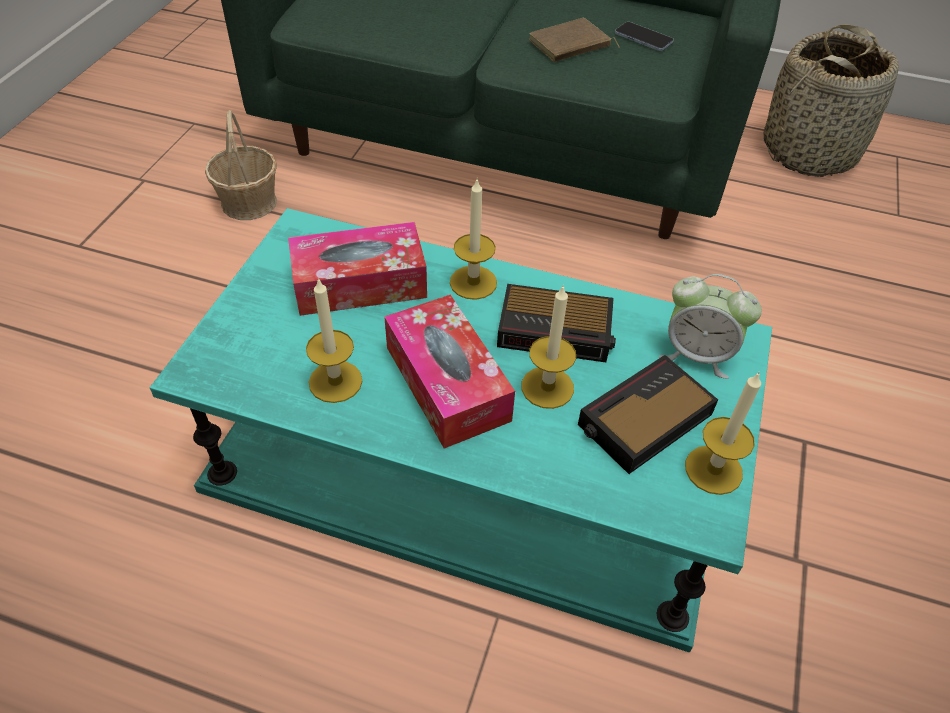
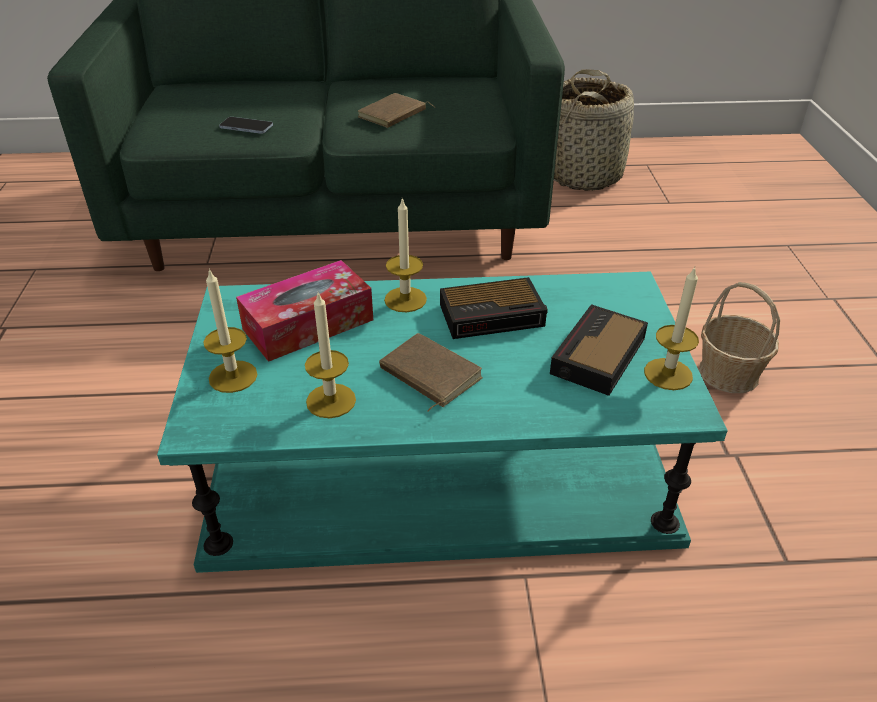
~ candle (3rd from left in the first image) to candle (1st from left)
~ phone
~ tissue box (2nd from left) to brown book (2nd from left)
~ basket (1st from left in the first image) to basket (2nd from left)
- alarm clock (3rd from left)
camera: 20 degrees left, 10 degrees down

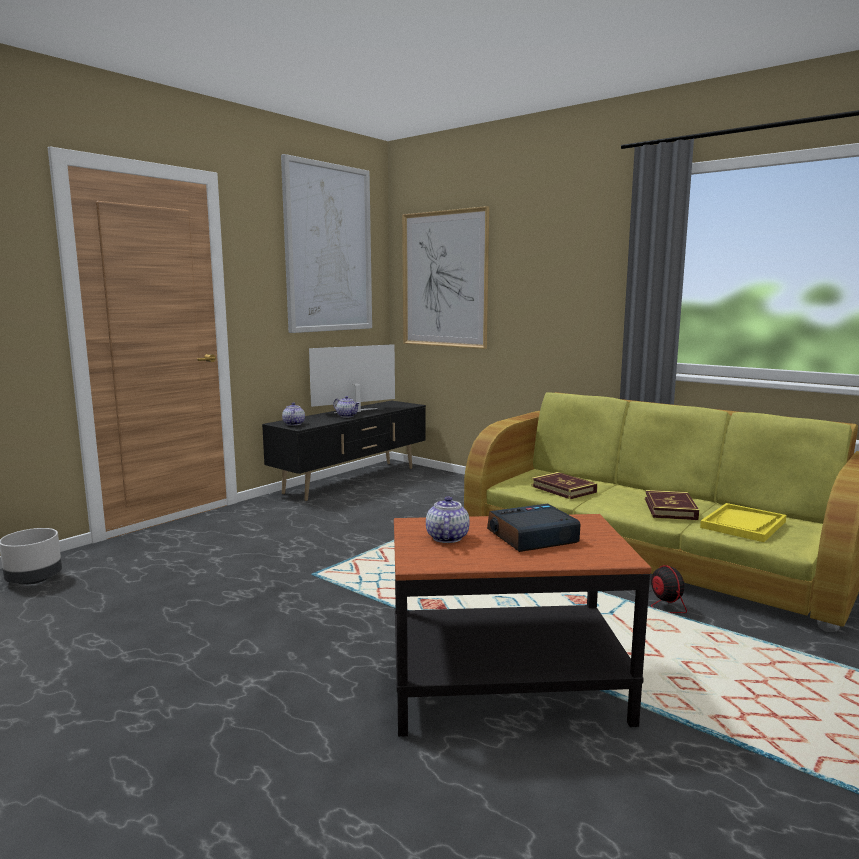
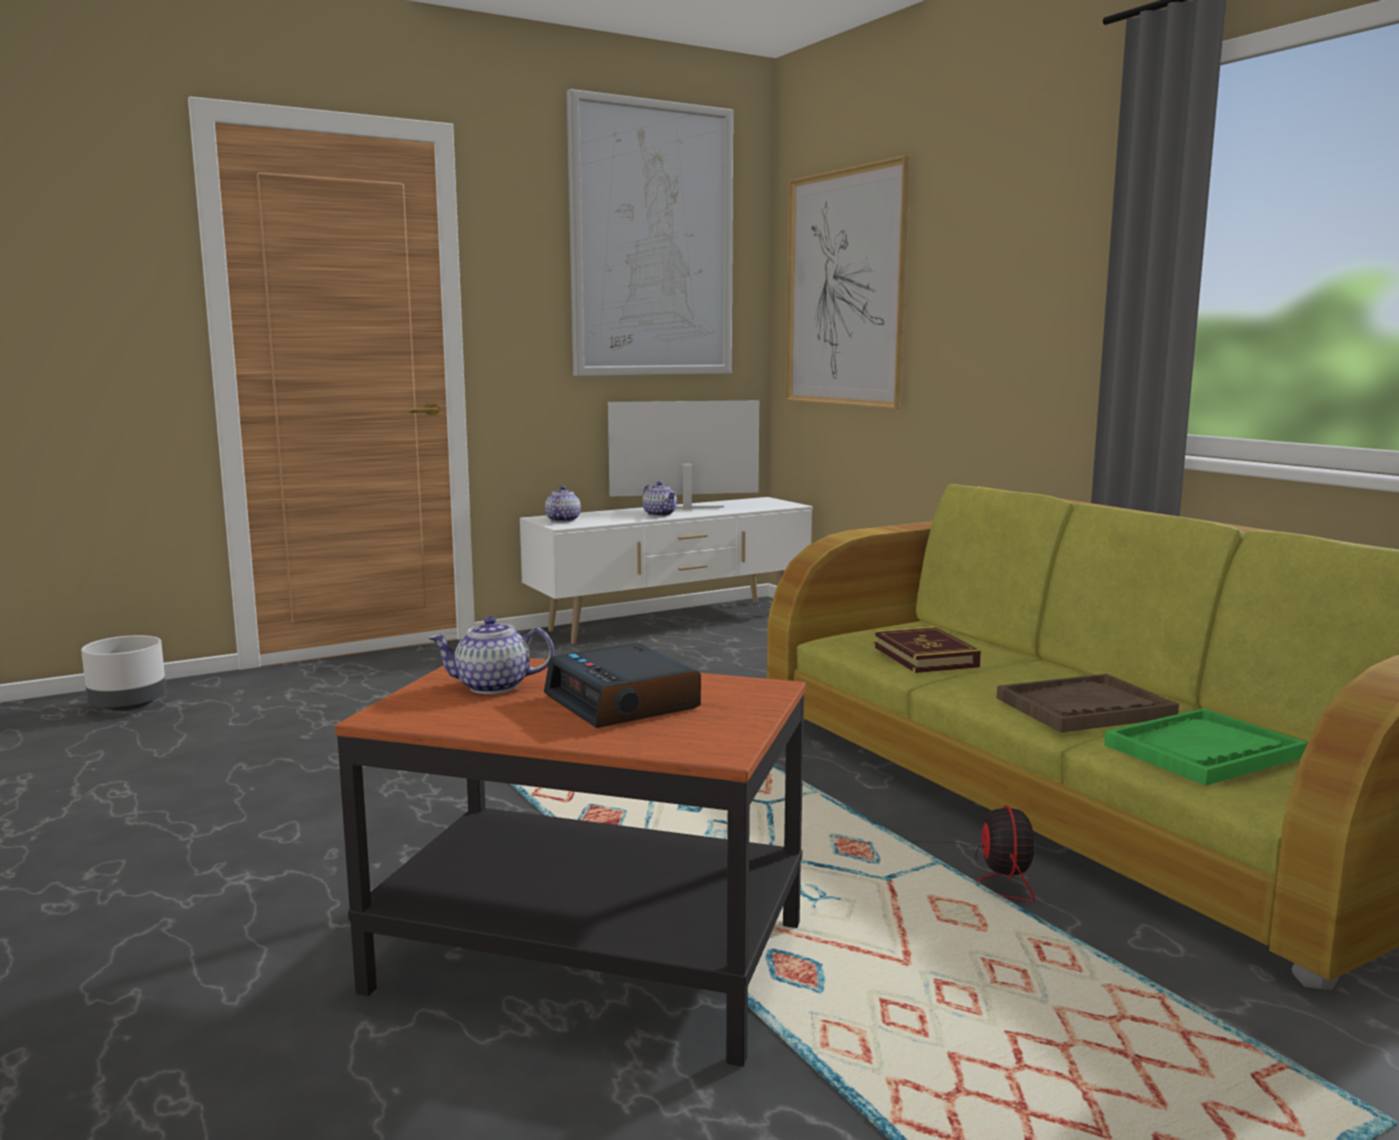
~ teapot (3rd from left in the first image) 120 degrees counterclockwise
~ black tv stand to white tv stand
~ alarm clock 120 degrees counterclockwise
~ book (2nd from left) to brown tray
~ yellow tray to green tray
camera: 20 degrees right, 0 degrees up

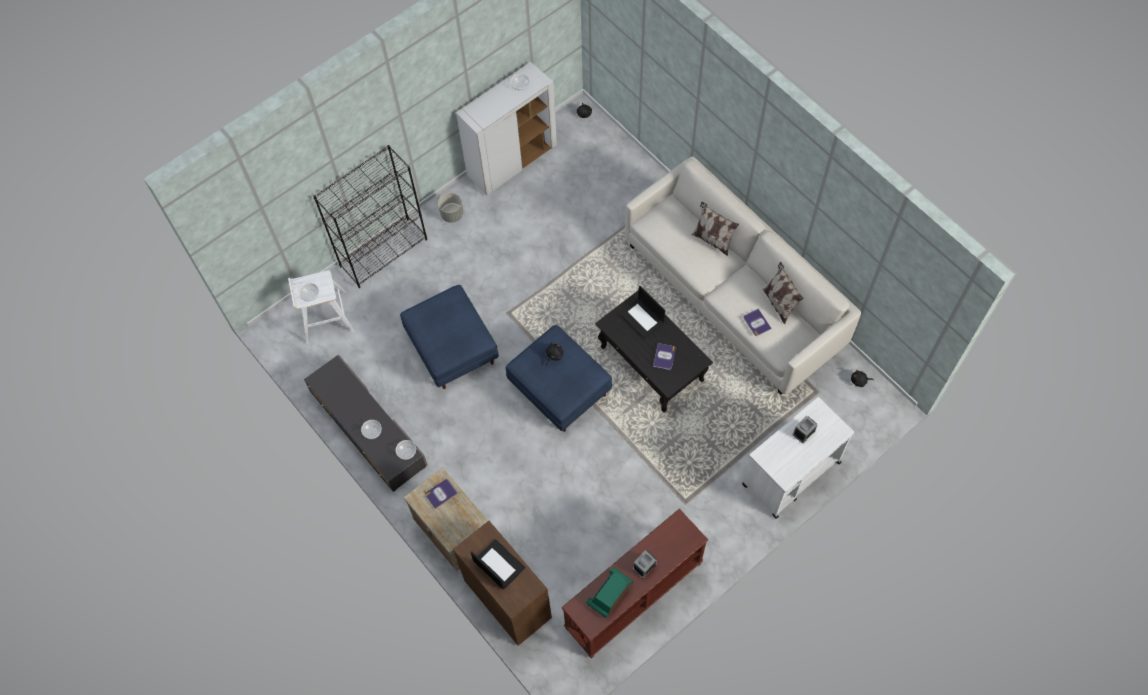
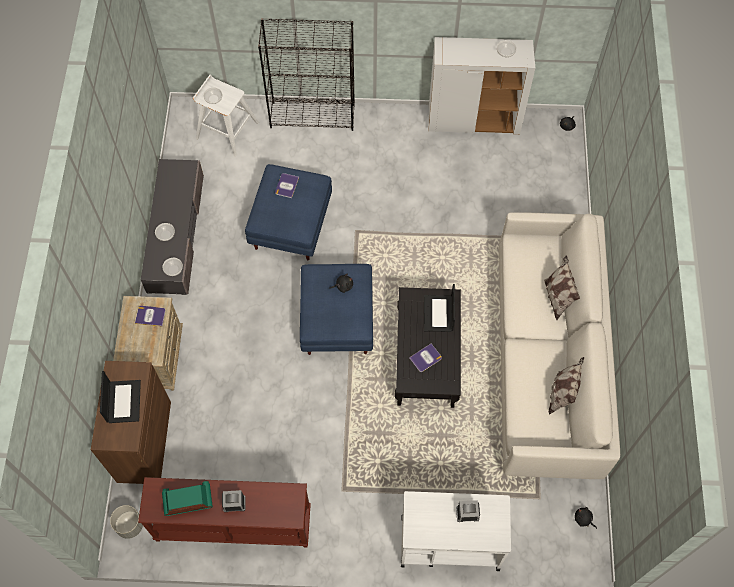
~ grey planter
~ book (3rd from left in the first image) to book (2nd from left)
camera: 40 degrees right, 0 degrees up

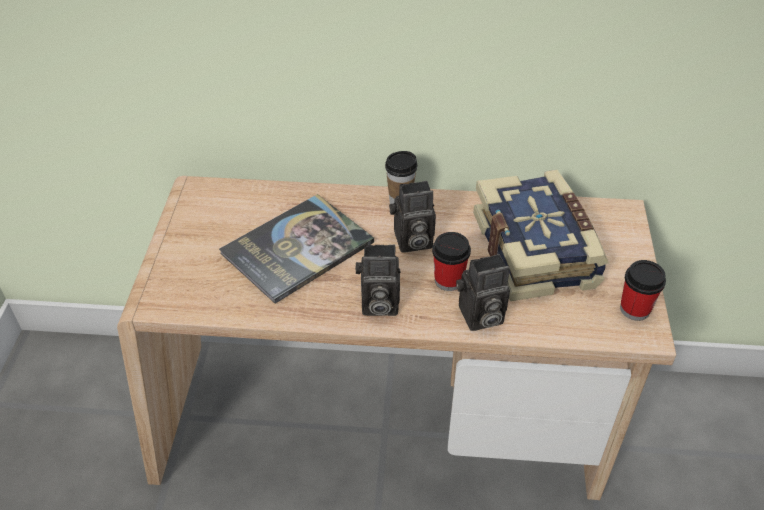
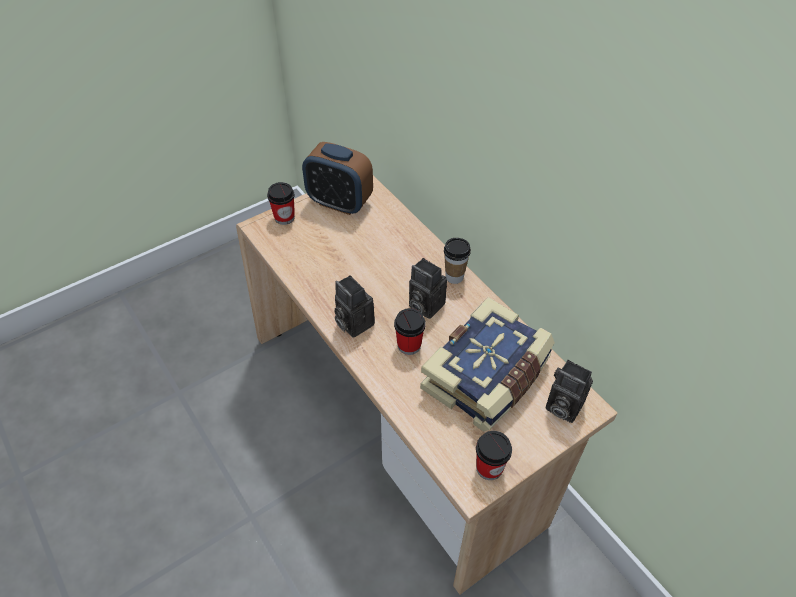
+ cup (1st from left)
+ alarm clock
~ photo camera (3rd from left)
- book (1st from left)
camera: 50 degrees right, 5 degrees up

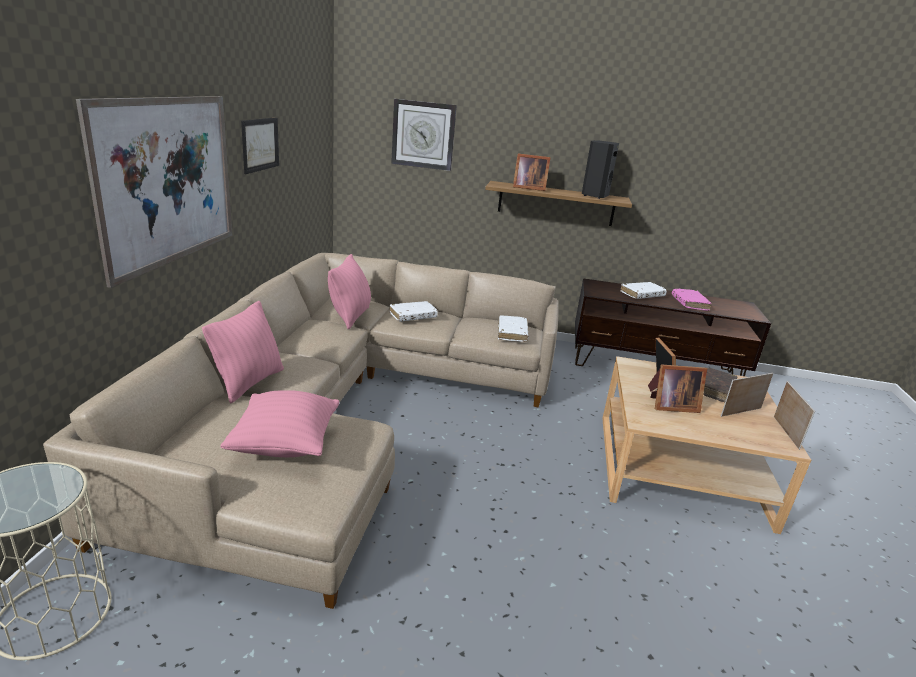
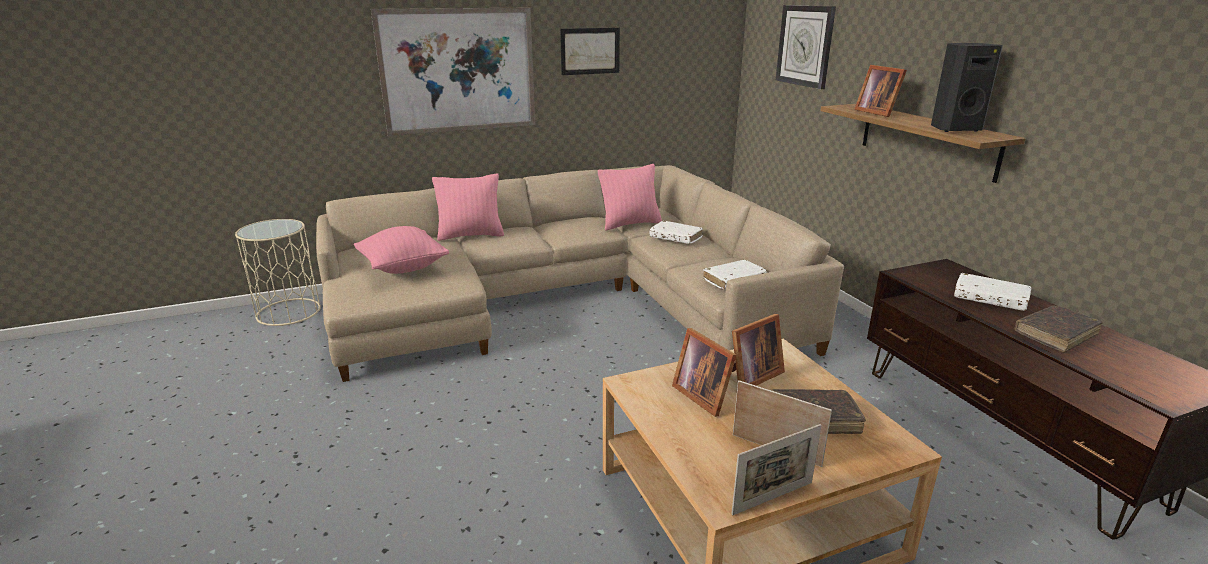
~ pink book to brown book (2nd from left)
camera: 60 degrees right, 0 degrees up

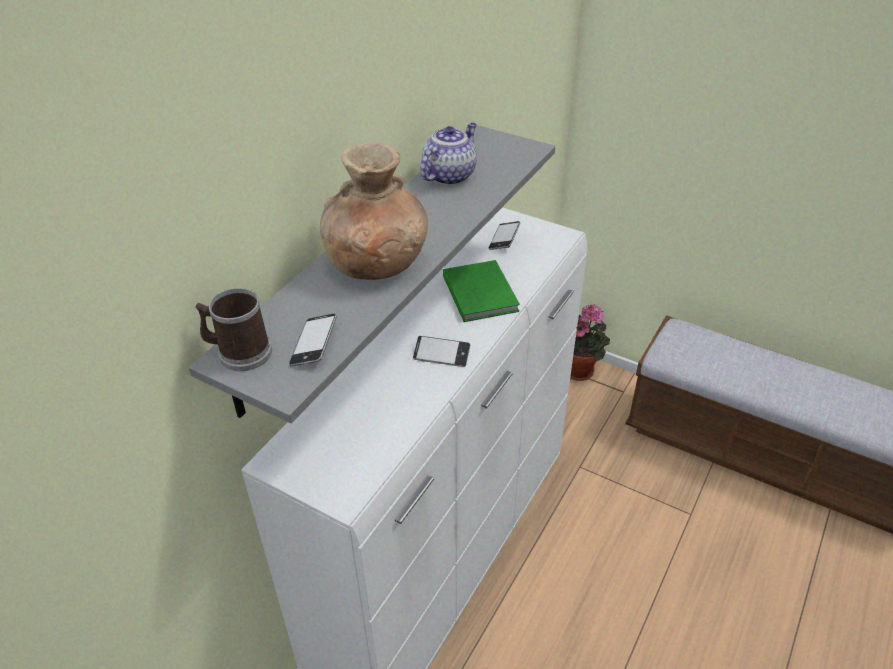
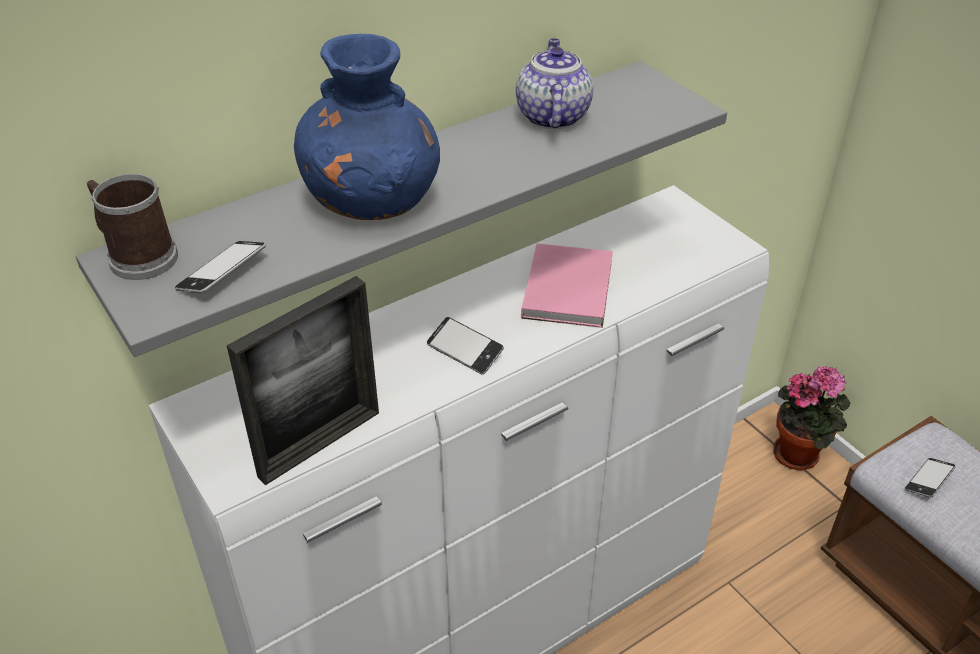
+ picture frame
~ brown vase to blue vase
~ teapot 60 degrees counterclockwise
~ green book to pink book
~ phone (3rd from left)
camera: 25 degrees right, 0 degrees up

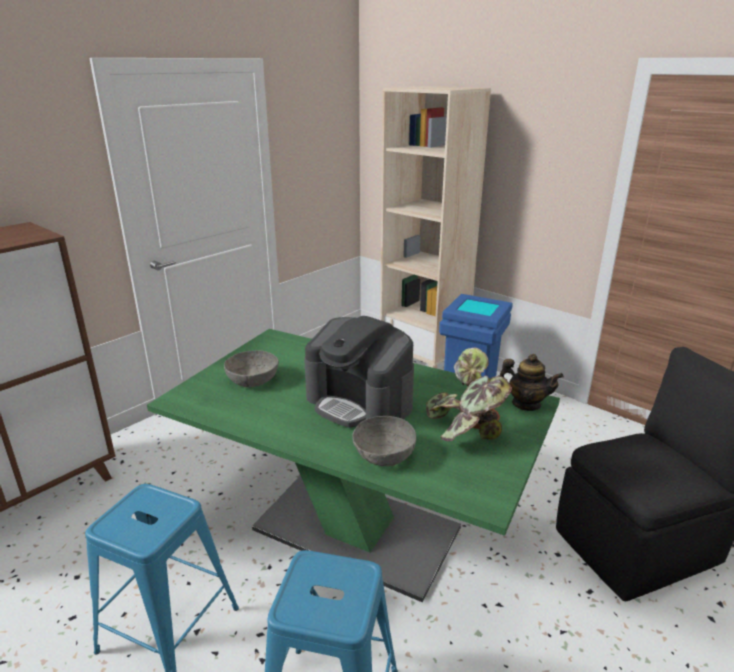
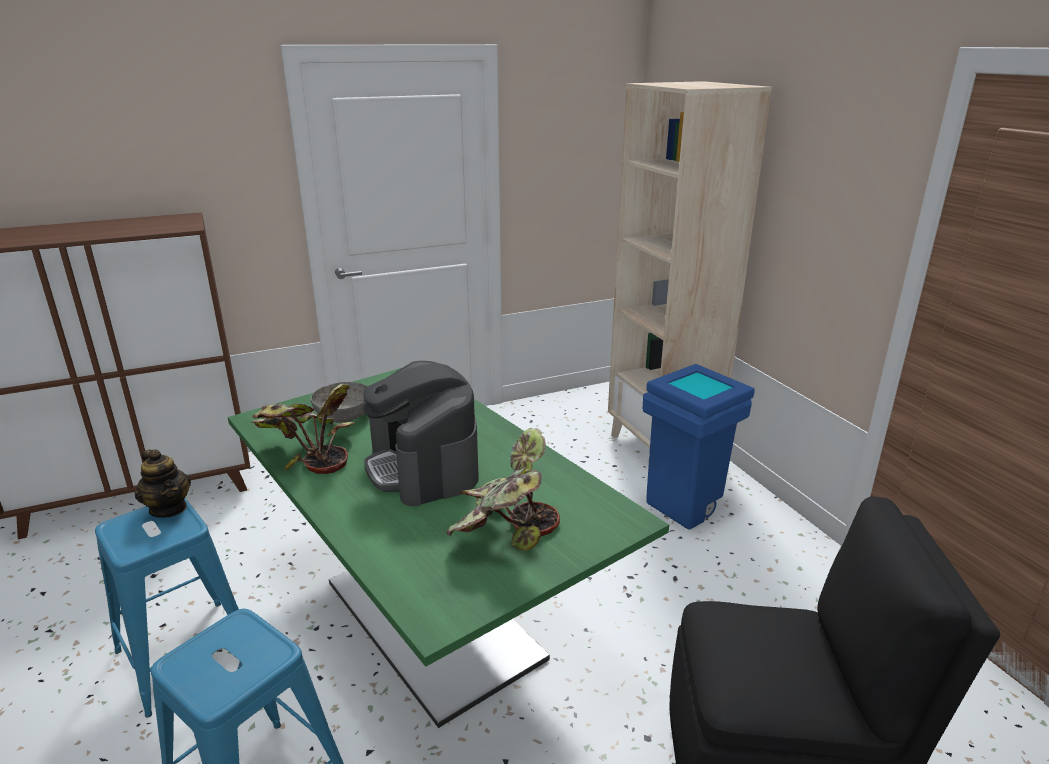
~ teapot
+ potted plant (1st from left)
- grey bowl (2nd from left)
camera: 25 degrees right, 0 degrees up

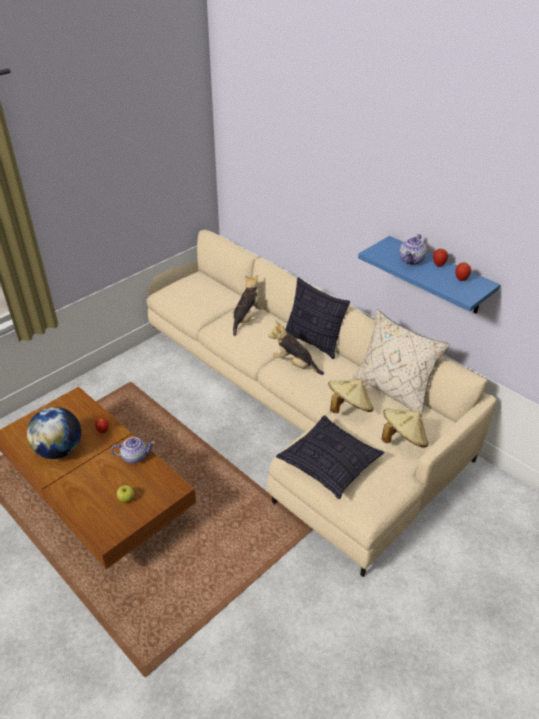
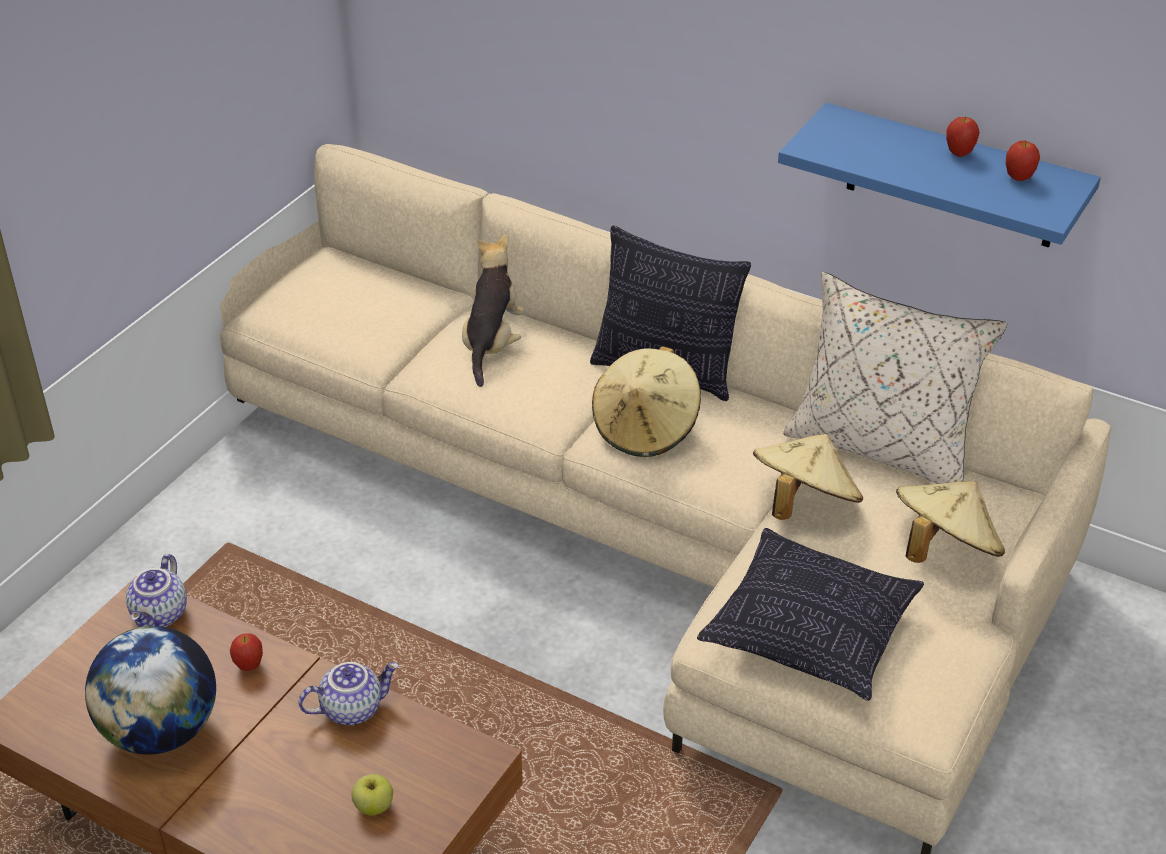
~ teapot (2nd from left in the first image) to teapot (1st from left)
~ plush toy (2nd from left) to beige hat (1st from left)
camera: 15 degrees left, 0 degrees up

